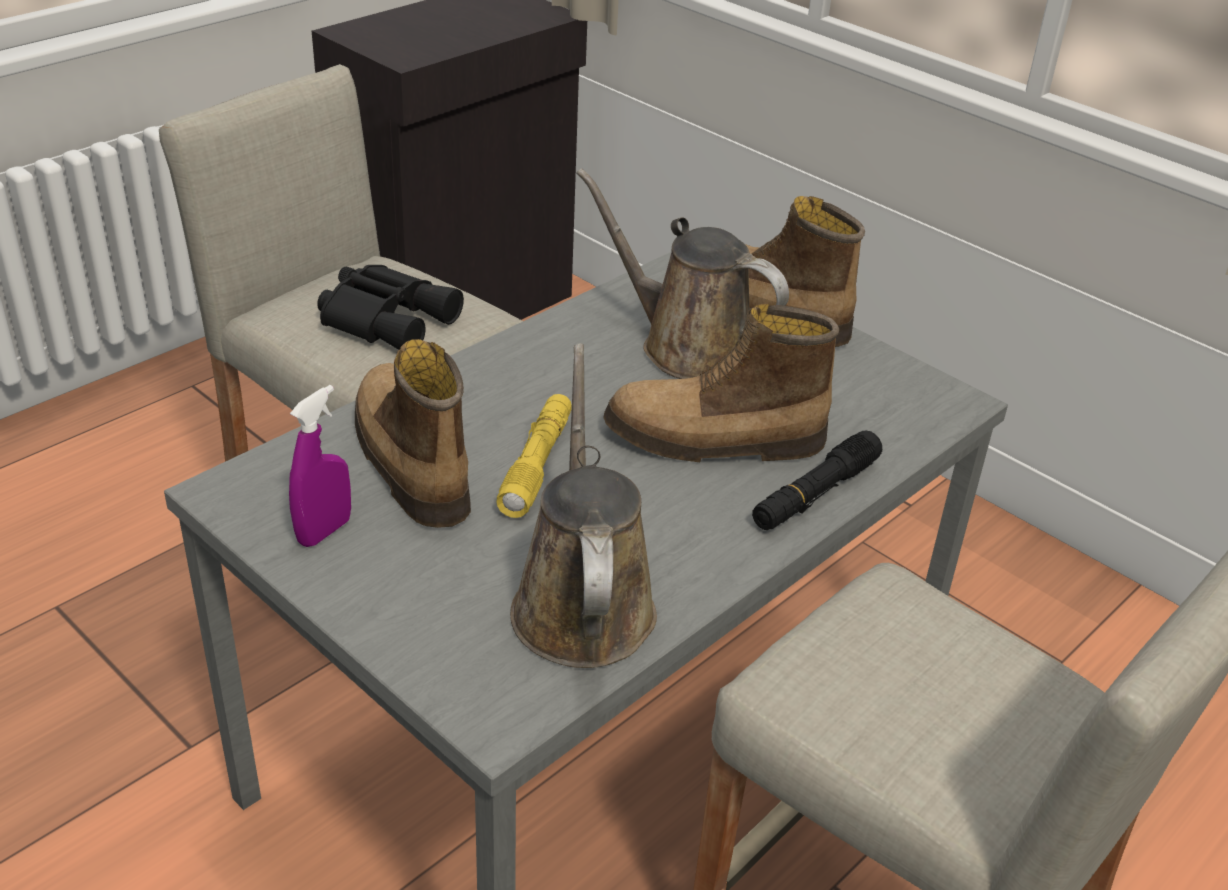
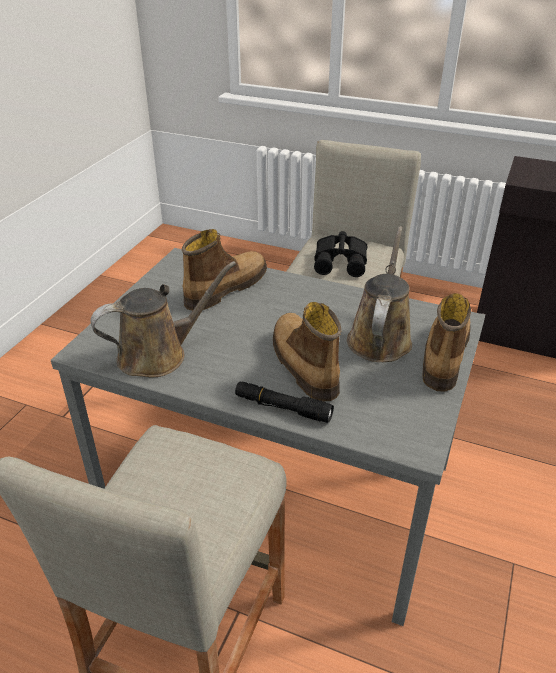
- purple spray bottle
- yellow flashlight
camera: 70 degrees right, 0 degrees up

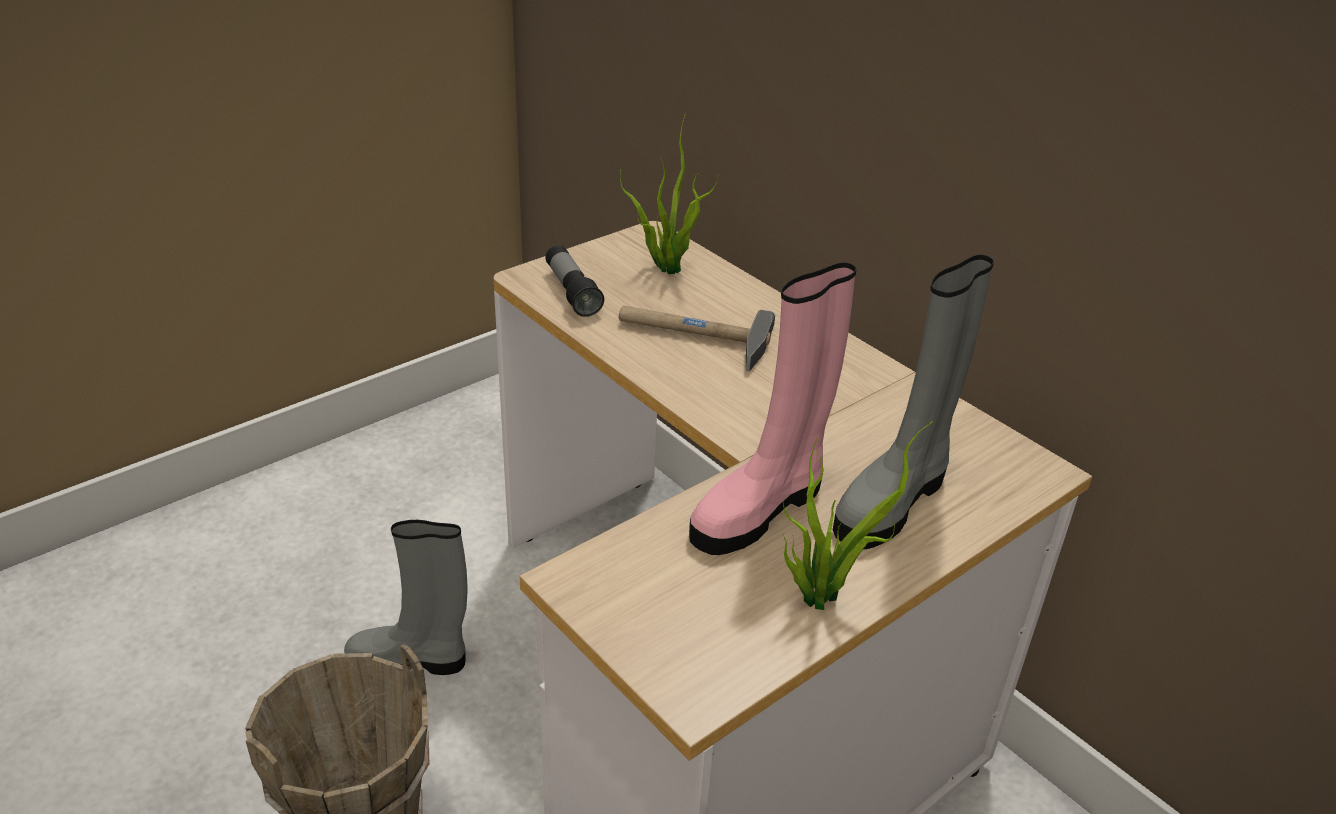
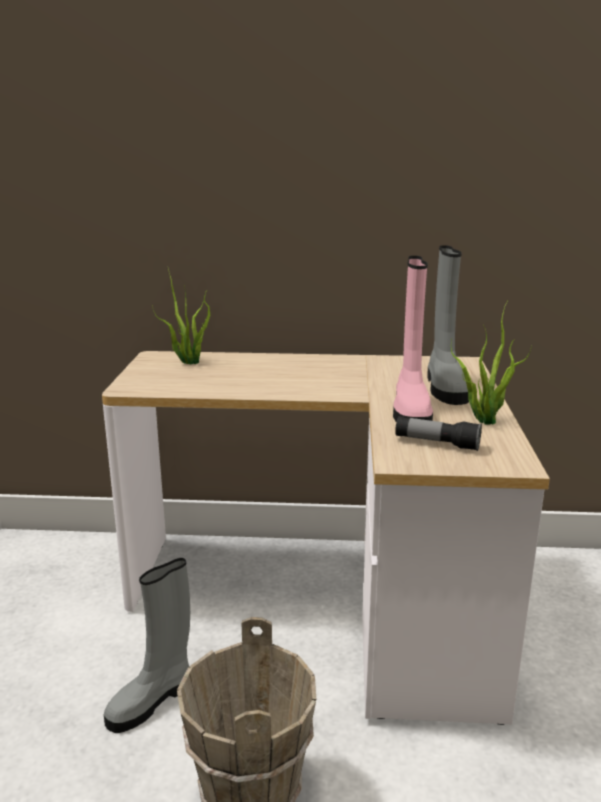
~ flashlight
- hammer
camera: 45 degrees left, 15 degrees down

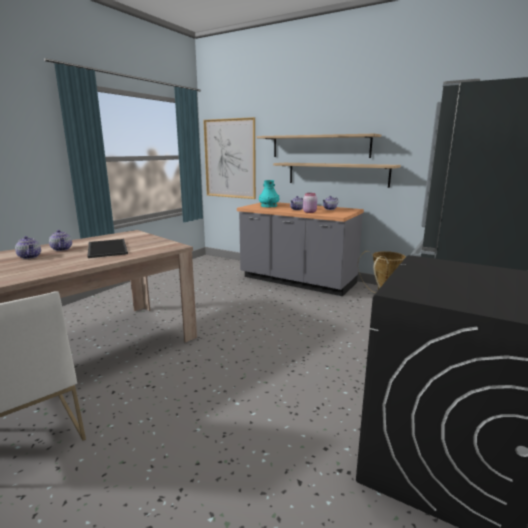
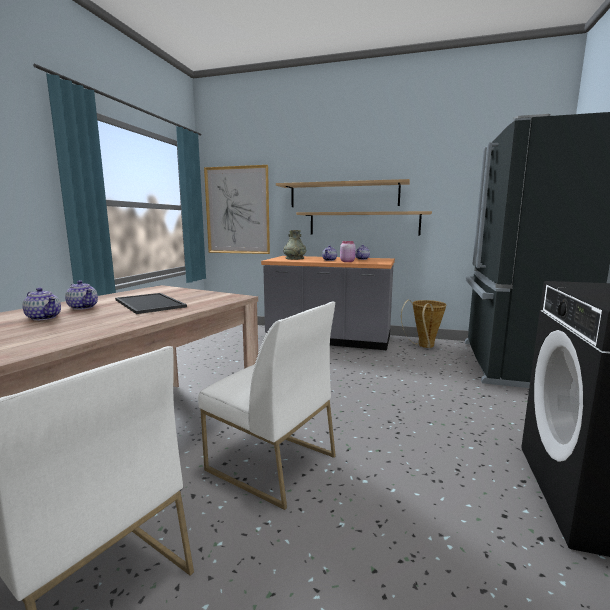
+ white chair (2nd from left)
~ turquoise vase to grey vase
camera: 15 degrees left, 5 degrees down

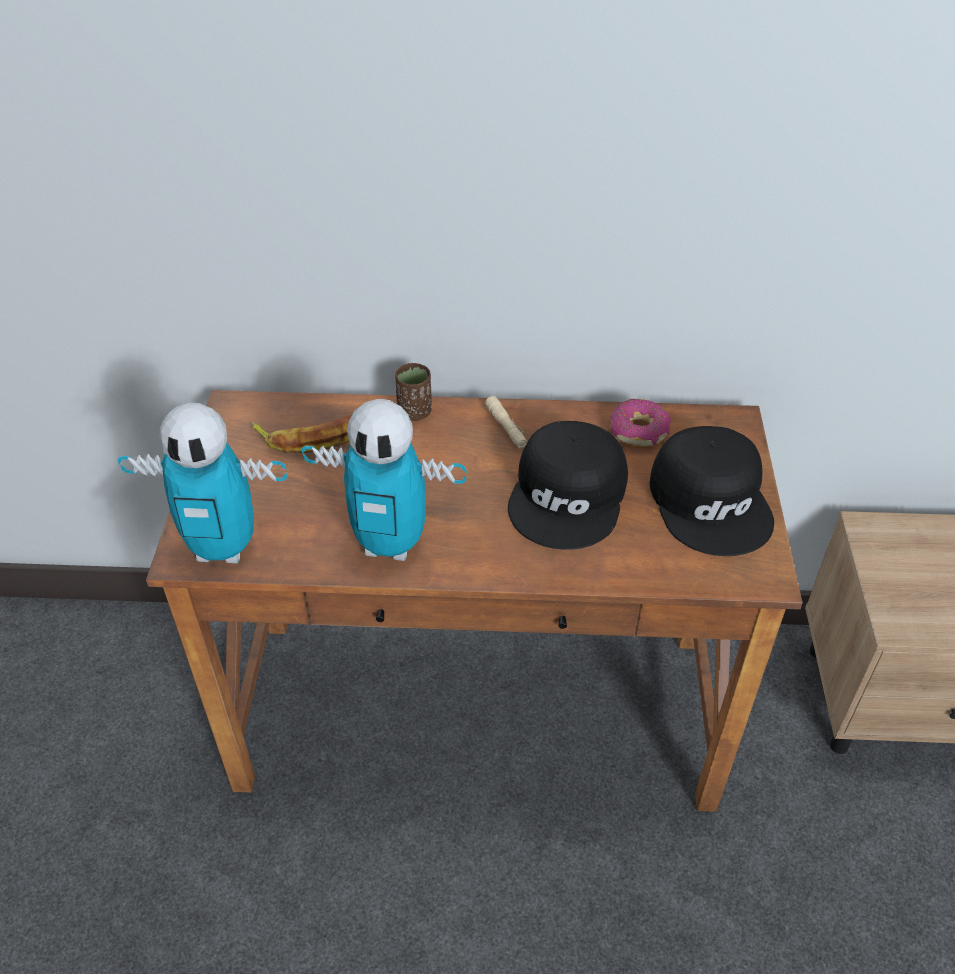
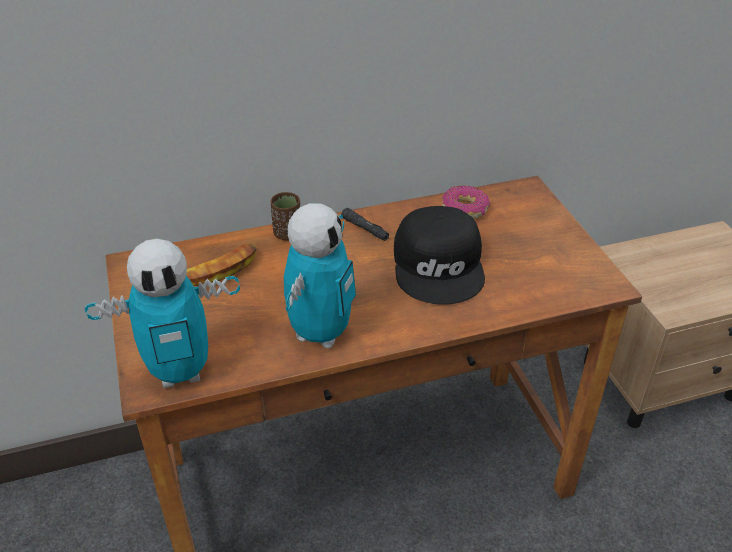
~ toy robot (2nd from left) 60 degrees counterclockwise
~ beige flashlight to black flashlight
- black cap (2nd from left)
camera: 20 degrees left, 5 degrees down

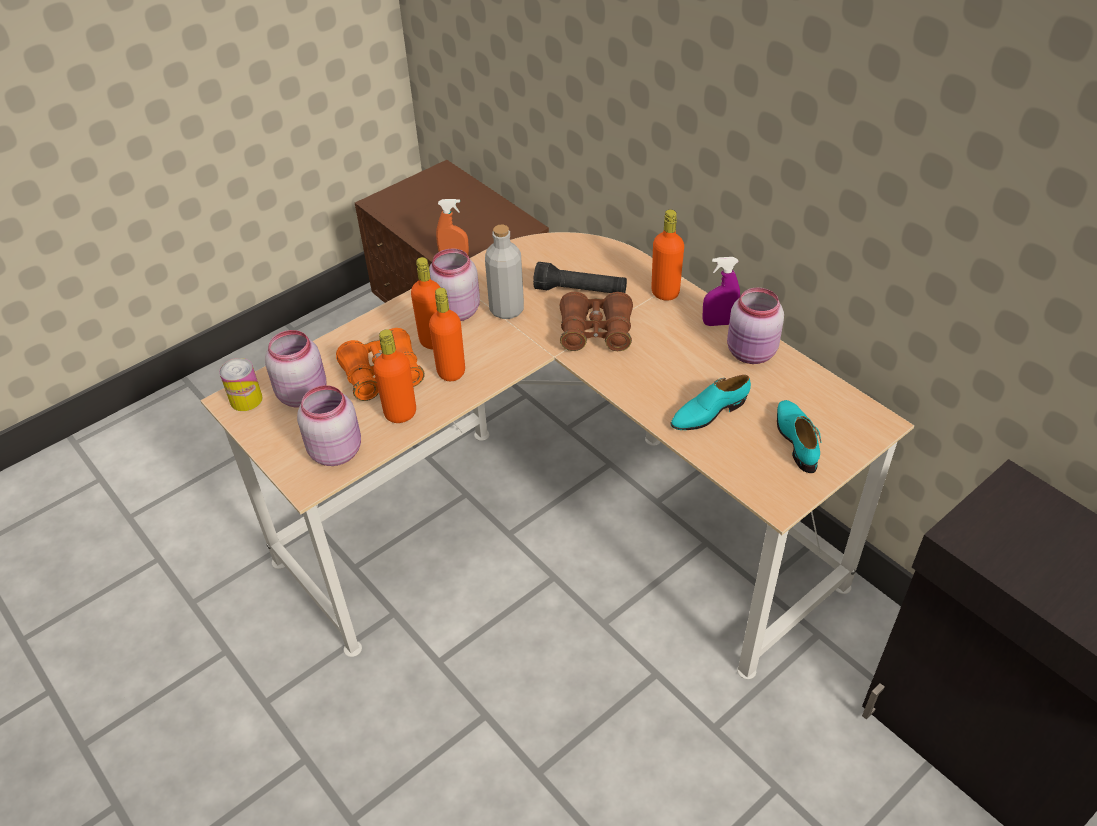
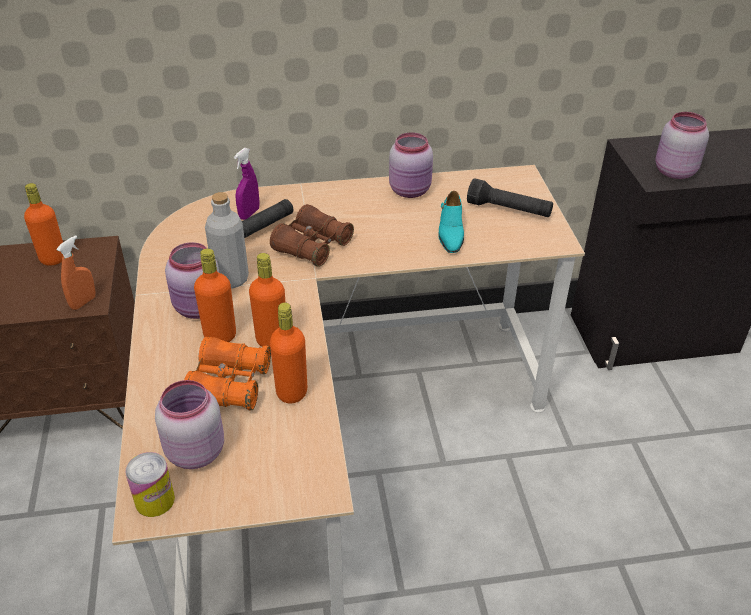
~ orange bottle (4th from left in the first image) to orange bottle (1st from left)
~ purple spray bottle
~ turquoise shoe (2nd from left) to black flashlight (2nd from left)
~ pink jar (2nd from left in the first image) to pink jar (4th from left)
camera: 60 degrees left, 5 degrees down

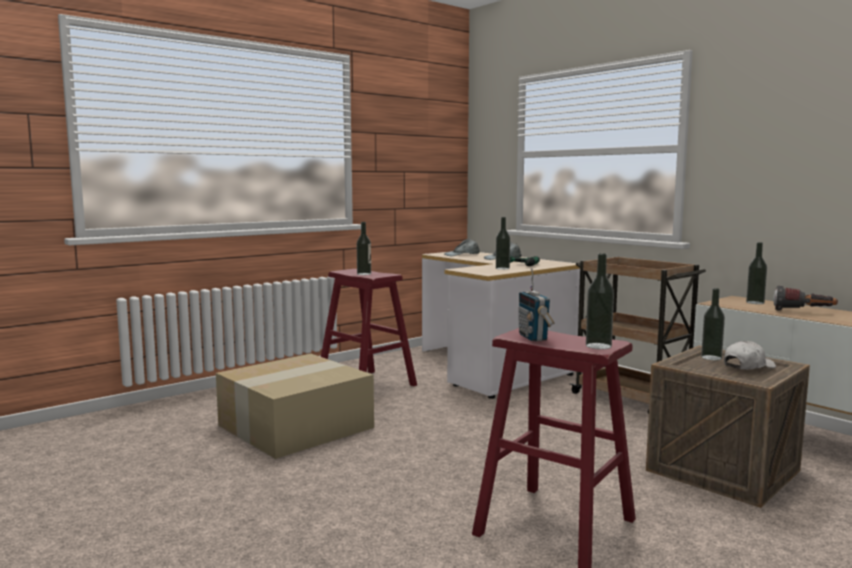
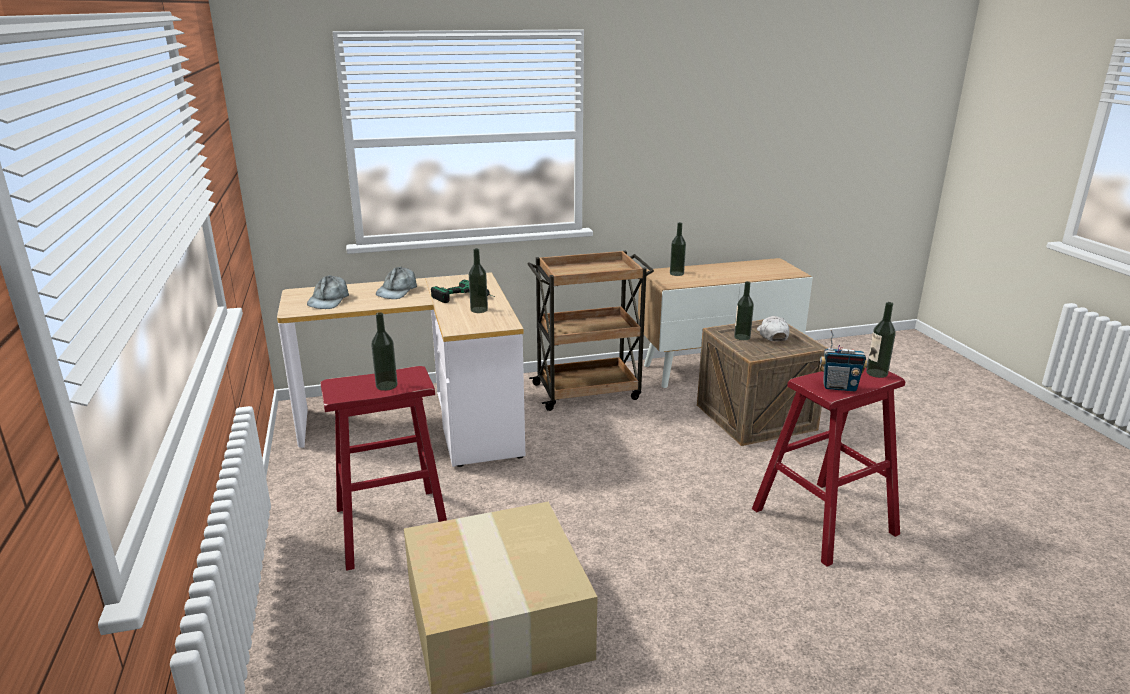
- flashlight
camera: 65 degrees left, 15 degrees up

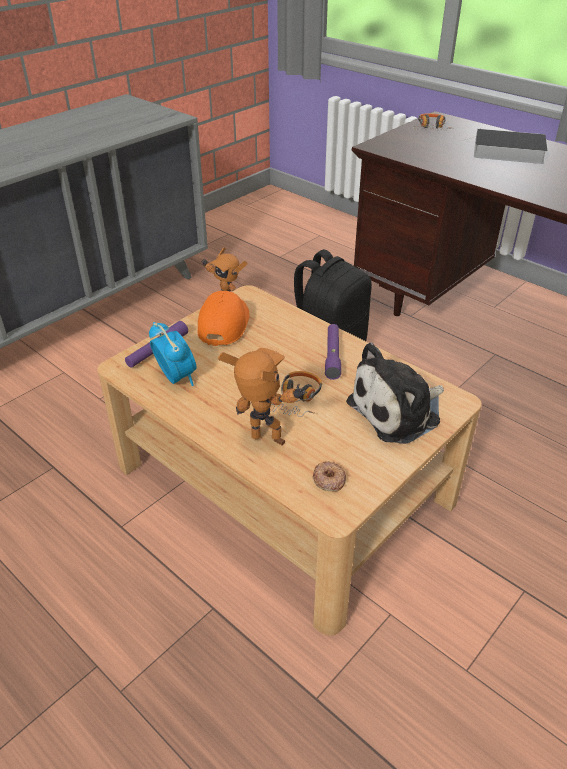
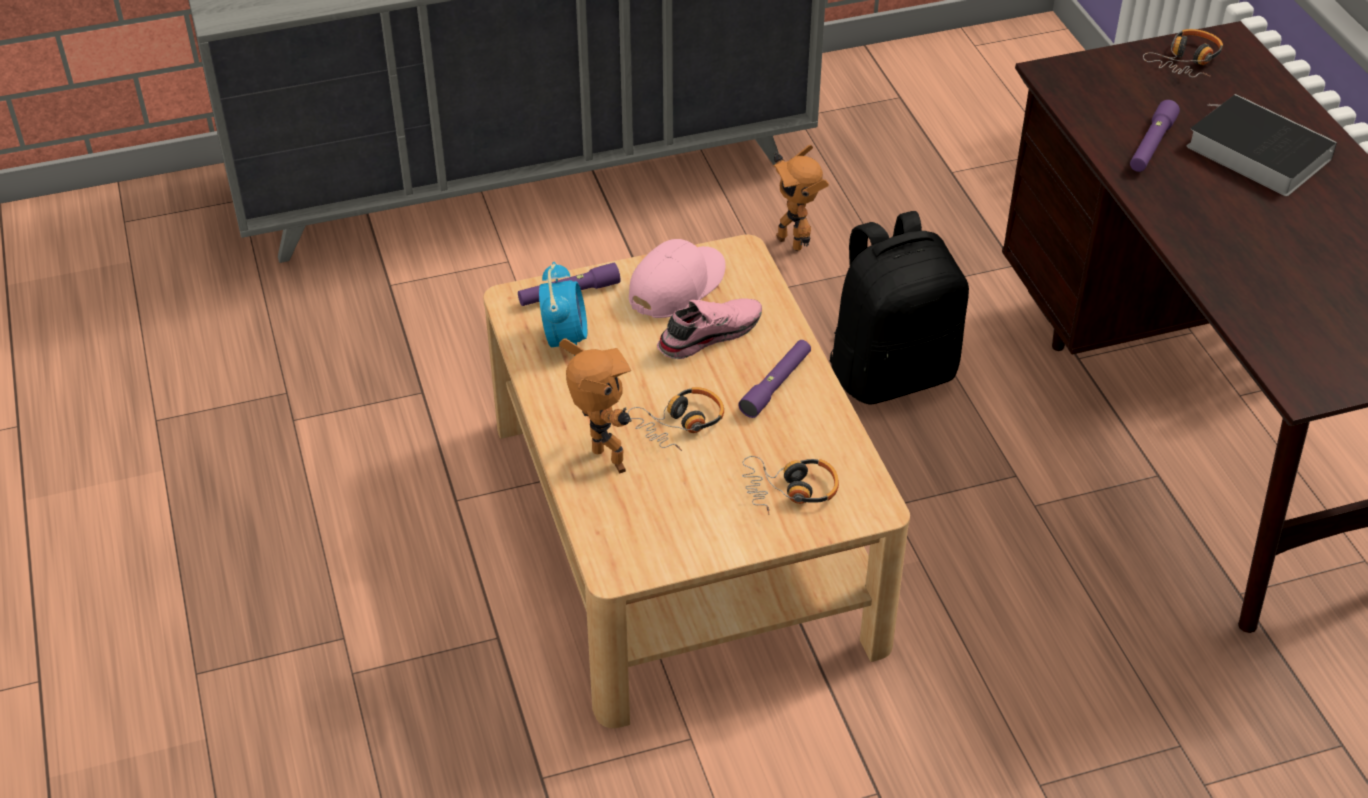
~ orange cap to pink cap
+ pink shoe
~ plush toy to headphones (2nd from left)
+ purple flashlight (3rd from left)
- donut
camera: 30 degrees right, 5 degrees up

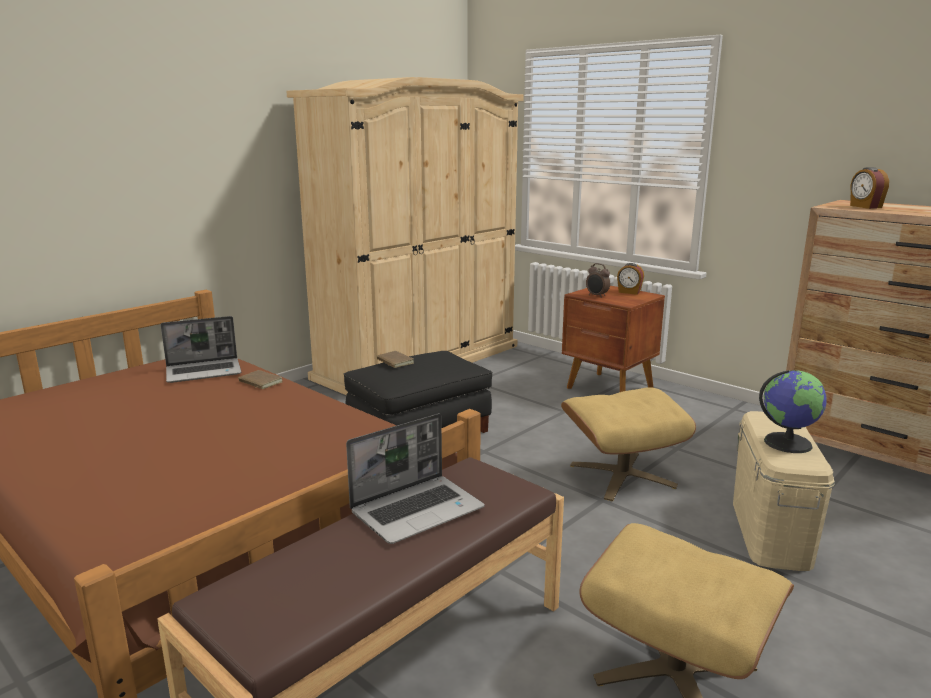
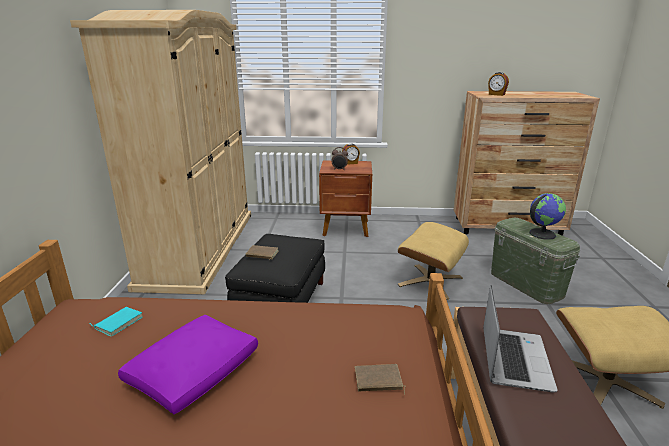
~ laptop (1st from left) to turquoise book
+ purple pillow
~ brown book (1st from left in the first image) to brown book (2nd from left)
~ beige storage box to green storage box
camera: 40 degrees left, 5 degrees up

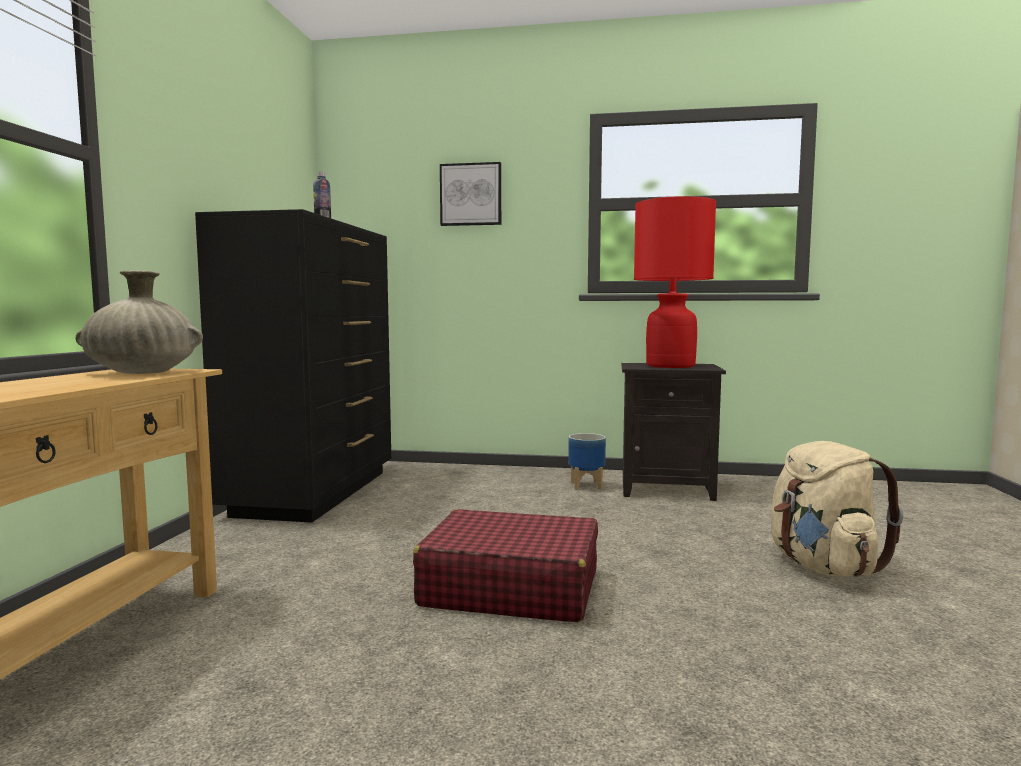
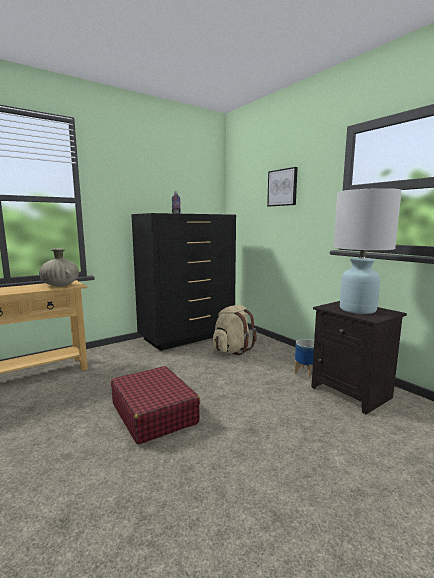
~ beige backpack
~ red table lamp to white table lamp
camera: 45 degrees right, 5 degrees up

